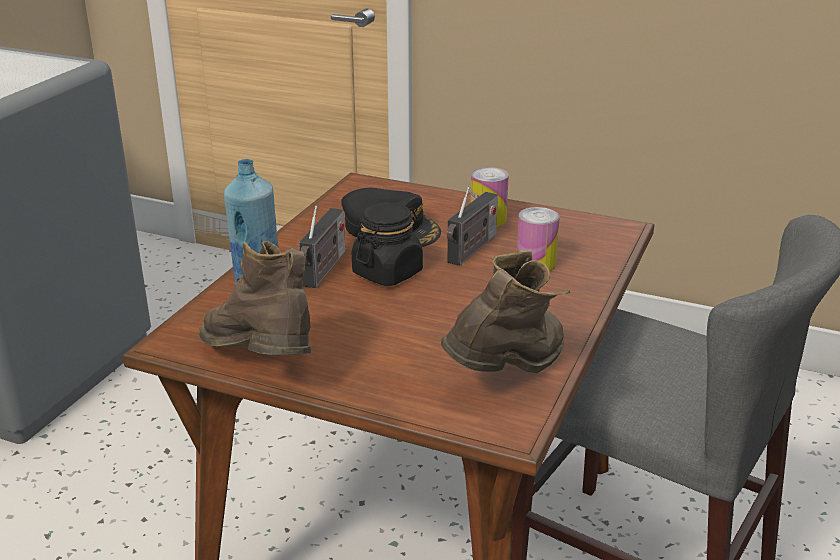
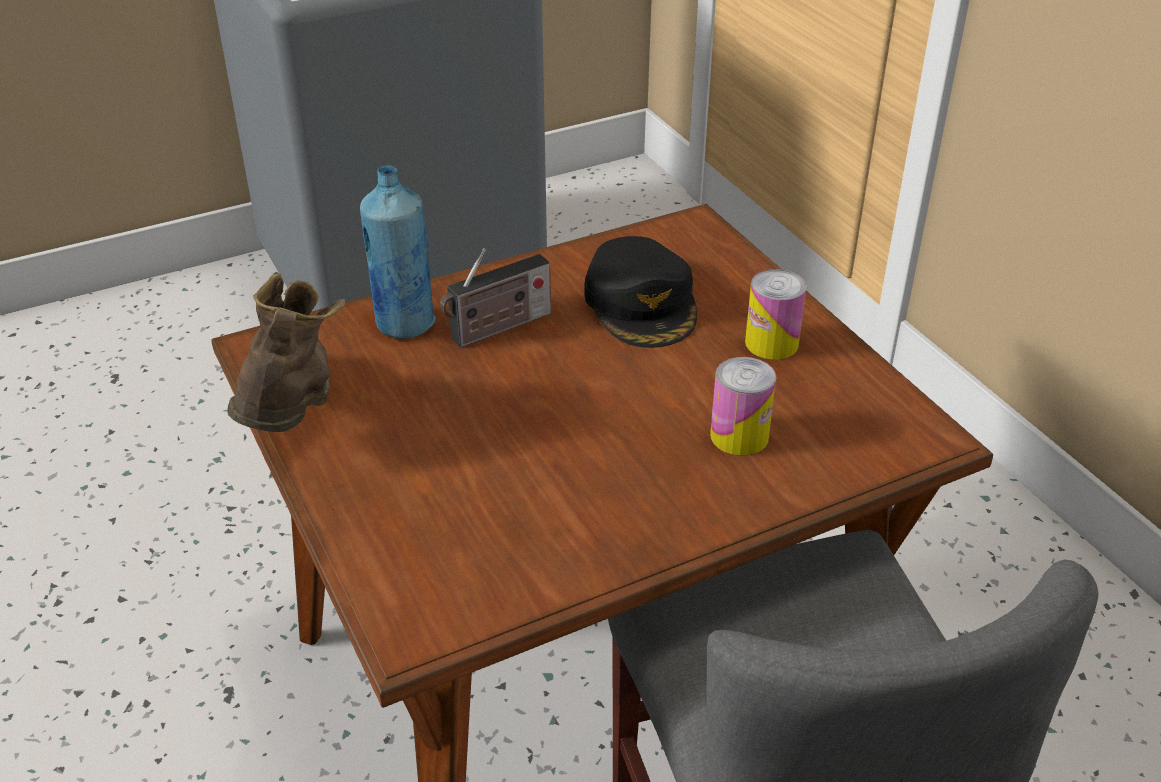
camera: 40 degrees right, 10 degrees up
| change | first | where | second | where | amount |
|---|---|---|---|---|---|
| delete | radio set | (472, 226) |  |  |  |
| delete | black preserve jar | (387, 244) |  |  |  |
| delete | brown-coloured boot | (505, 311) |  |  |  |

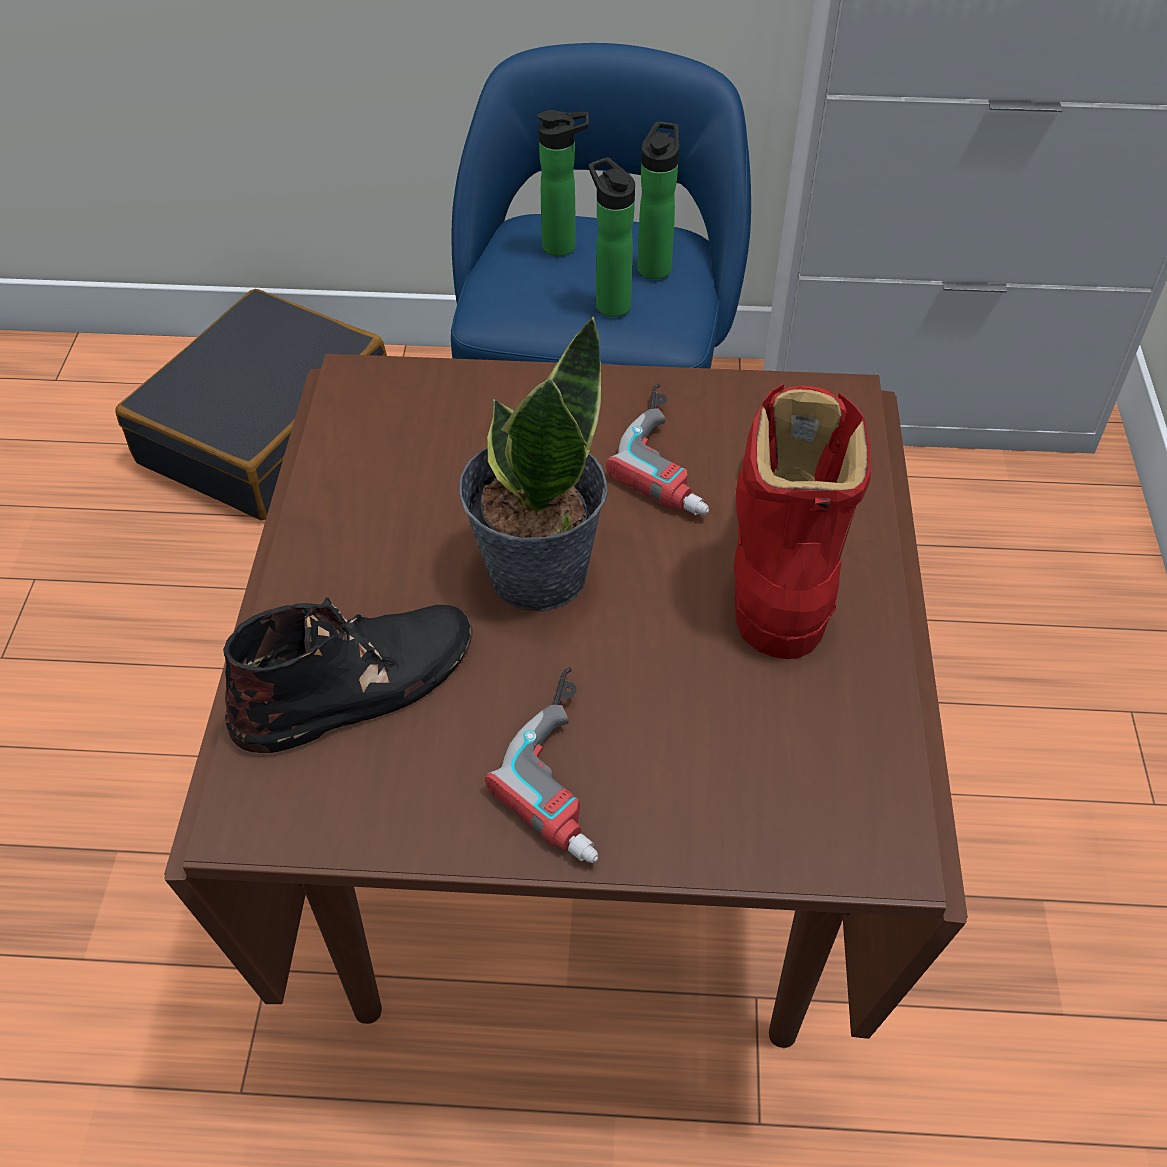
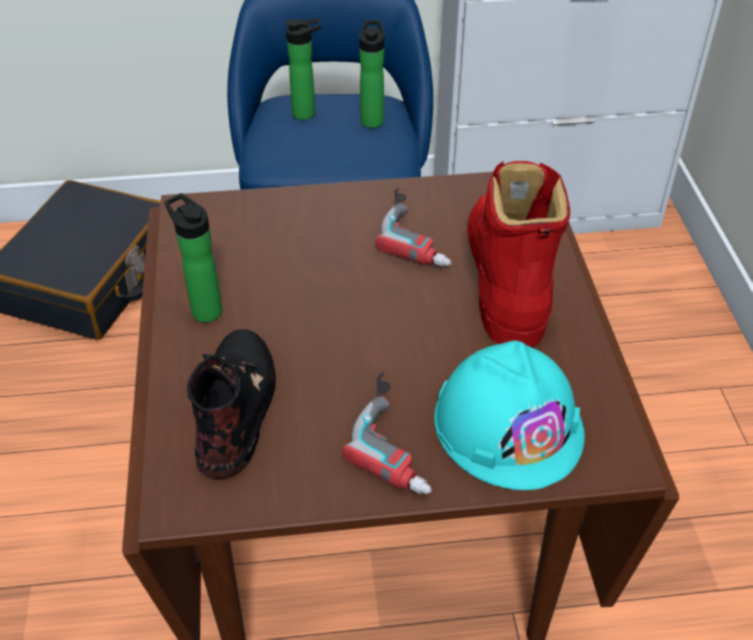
camera: 10 degrees left, 5 degrees down
| change | first | where | second | where | amount |
|---|---|---|---|---|---|
| move | drink bottle | (612, 237) |  | (193, 258) |  |
| delete | potted plant | (533, 463) |  |  |  |
| rotate | black boot | (348, 675) |  | (231, 404) | 45 degrees counterclockwise |
| insert |  |  | turquoise safety helmet | (509, 415) |  |

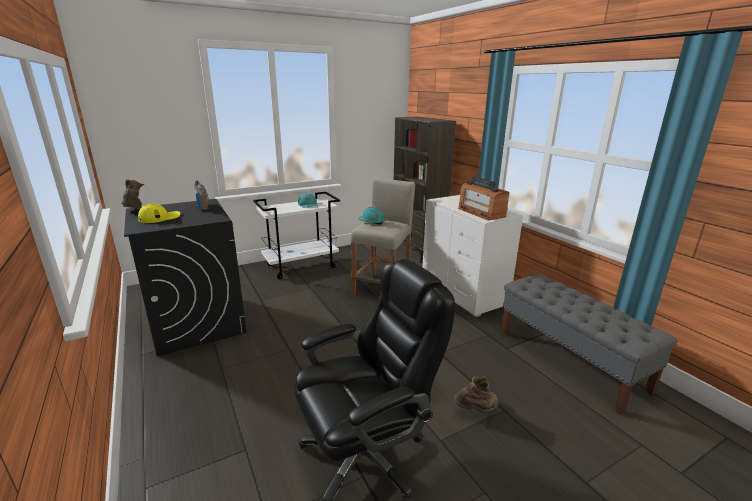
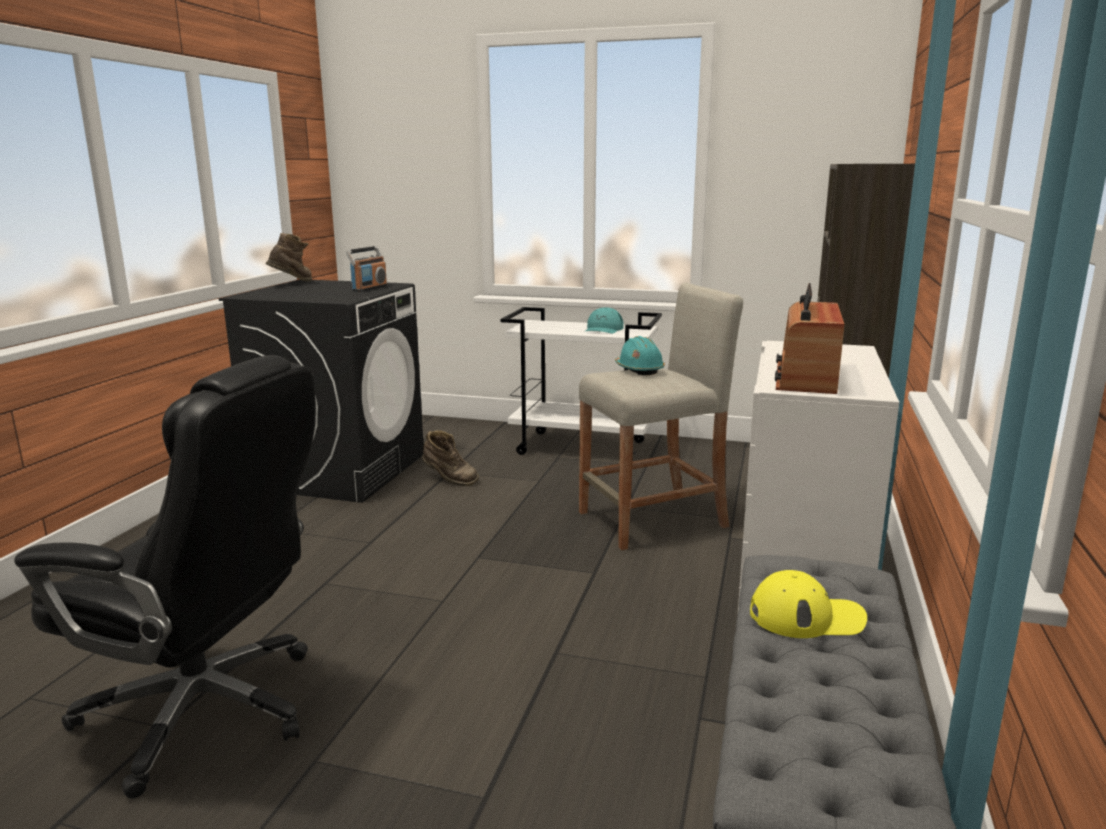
camera: 45 degrees right, 5 degrees down
| change | first | where | second | where | amount |
|---|---|---|---|---|---|
| move | yellow-coloured baseball cap | (159, 213) |  | (808, 604) |  |
| move | brown-coloured boot | (476, 394) |  | (450, 458) |  |

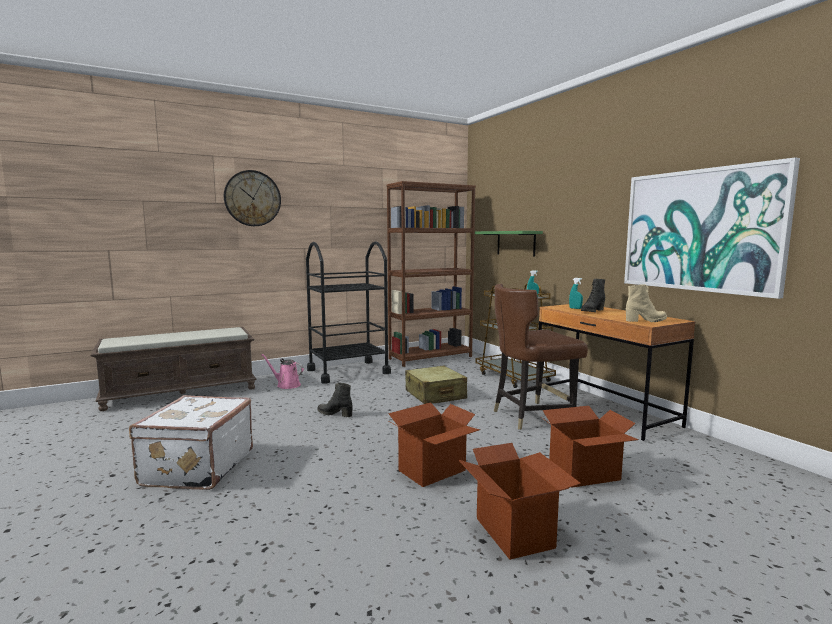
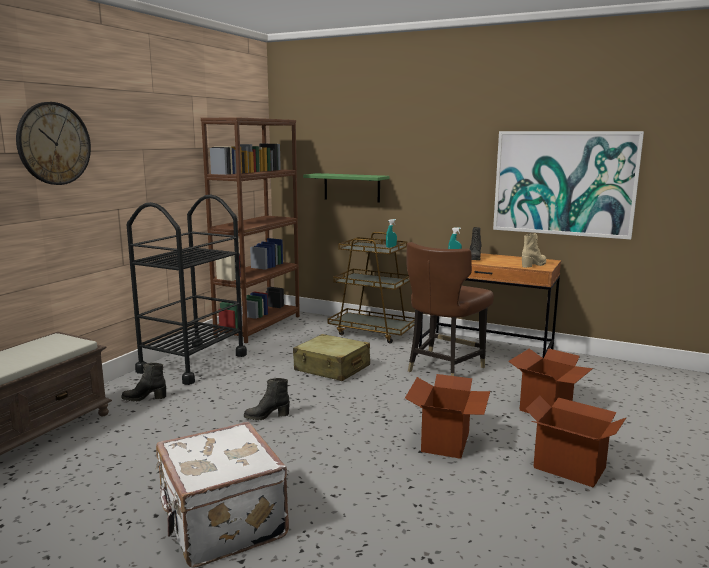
camera: 35 degrees left, 5 degrees up
| change | first | where | second | where | amount |
|---|---|---|---|---|---|
| replace | pinkish sprinkling can | (282, 371) | black boot | (143, 382) |  |

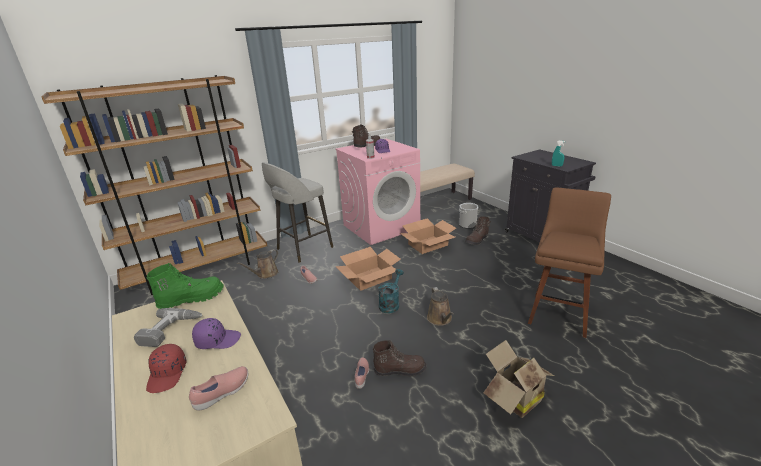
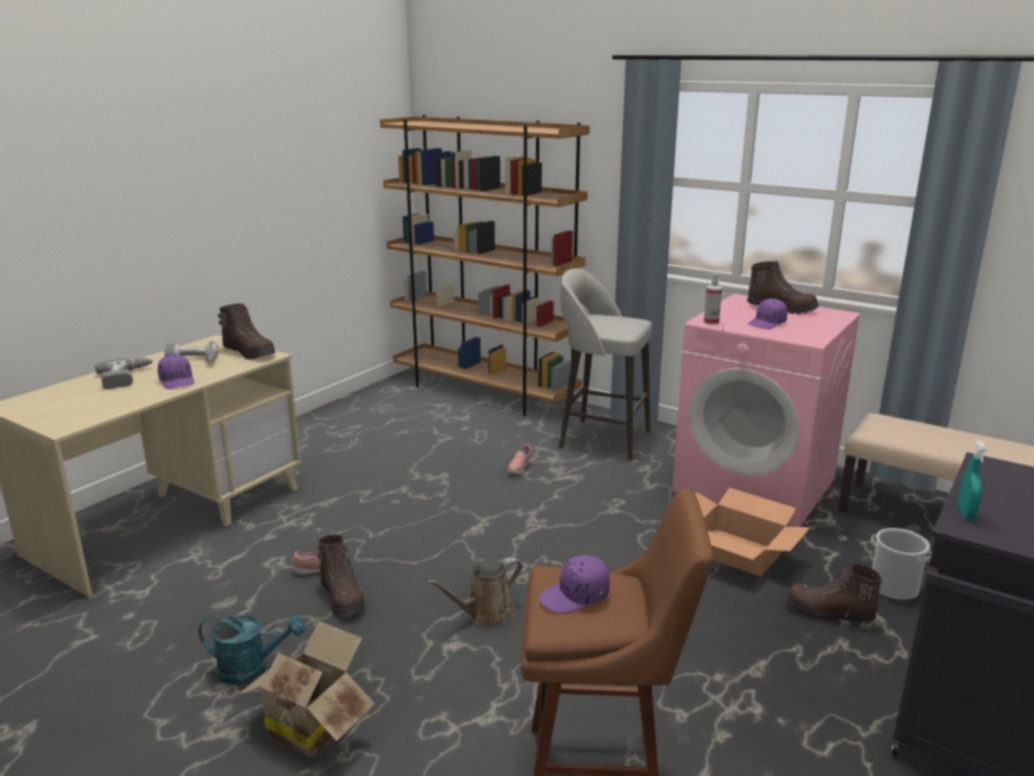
camera: 65 degrees right, 5 degrees down
| change | first | where | second | where | amount |
|---|---|---|---|---|---|
| delete | packing box | (368, 269) |  |  |  |
| delete | brown-coloured sprinkling can | (258, 264) |  |  |  |
| recolor | green-coloured boot | (185, 286) | brown-coloured boot | (247, 331) |  |
| move | turquoise sprinkling can | (391, 291) |  | (252, 650) |  |
| replace | red-coloured baseball cap | (166, 368) | drill | (124, 373) |  |
| delete | pinkish low shoe | (218, 388) |  |  |  |
| insert |  |  | purplish baseball cap | (574, 584) |  |

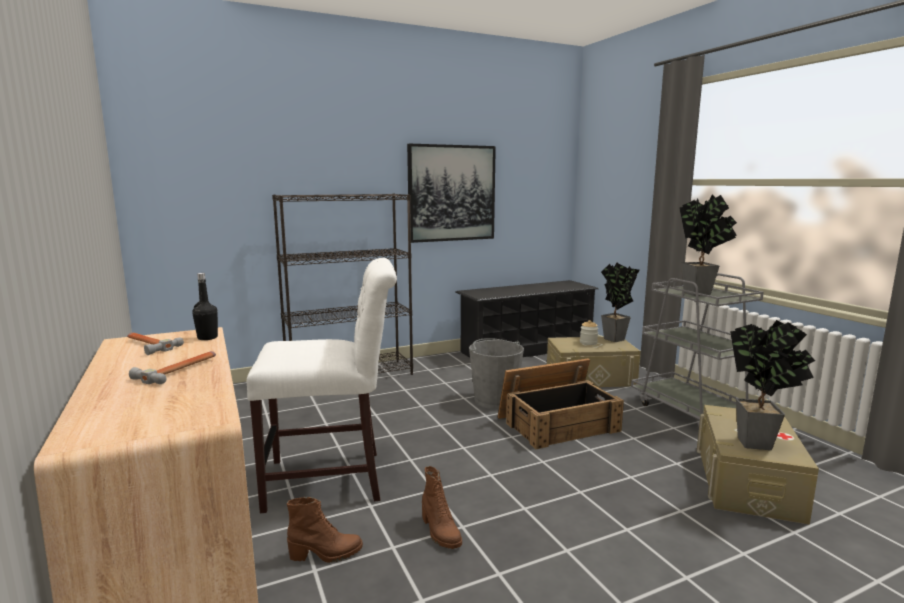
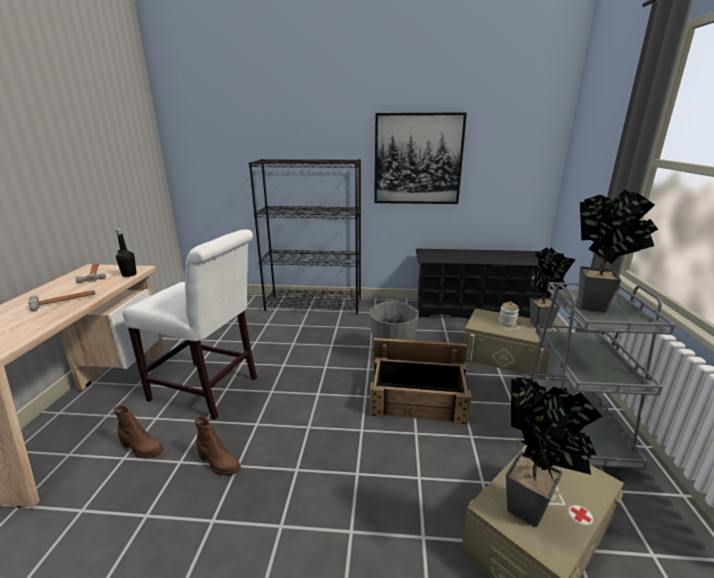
camera: 30 degrees right, 10 degrees up
| change | first | where | second | where | amount |
|---|---|---|---|---|---|
| rotate | brown-coloured boot | (442, 507) |  | (217, 446) | 60 degrees counterclockwise |

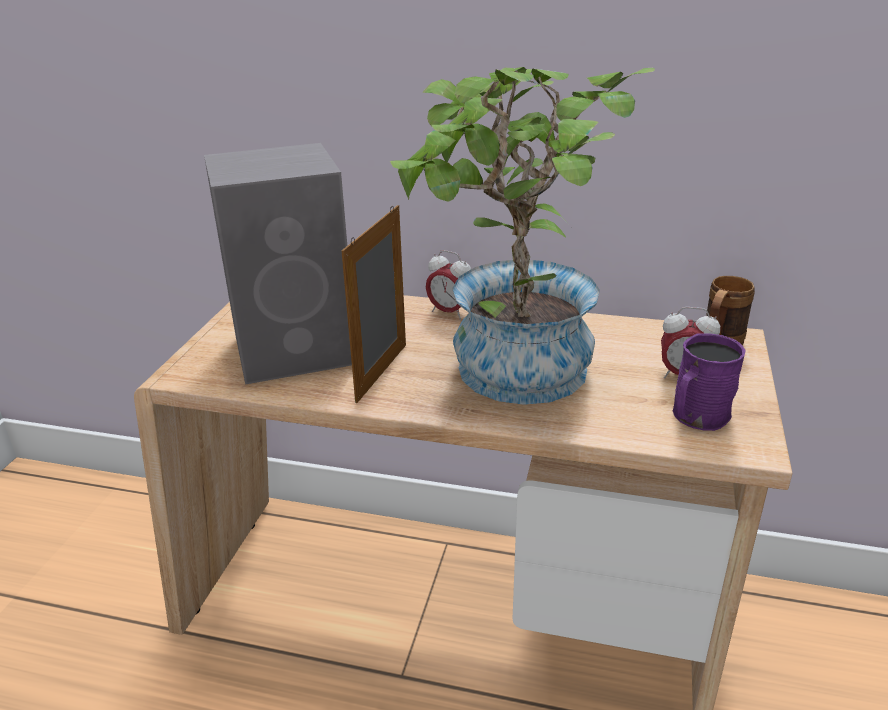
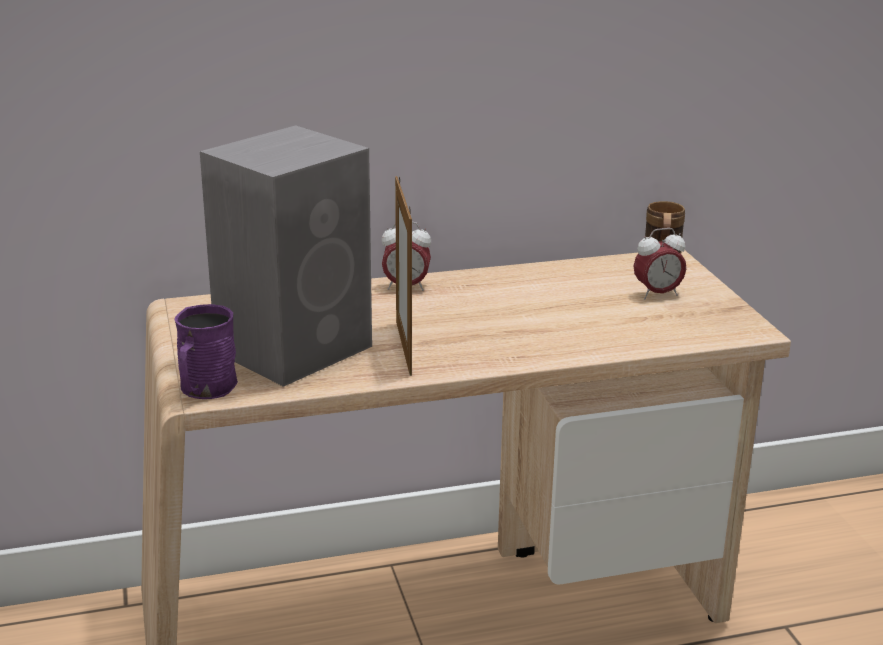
camera: 30 degrees left, 5 degrees down
| change | first | where | second | where | amount |
|---|---|---|---|---|---|
| delete | potted plant | (522, 236) |  |  |  |
| move | purplish coffee mug | (709, 382) |  | (206, 351) |  |

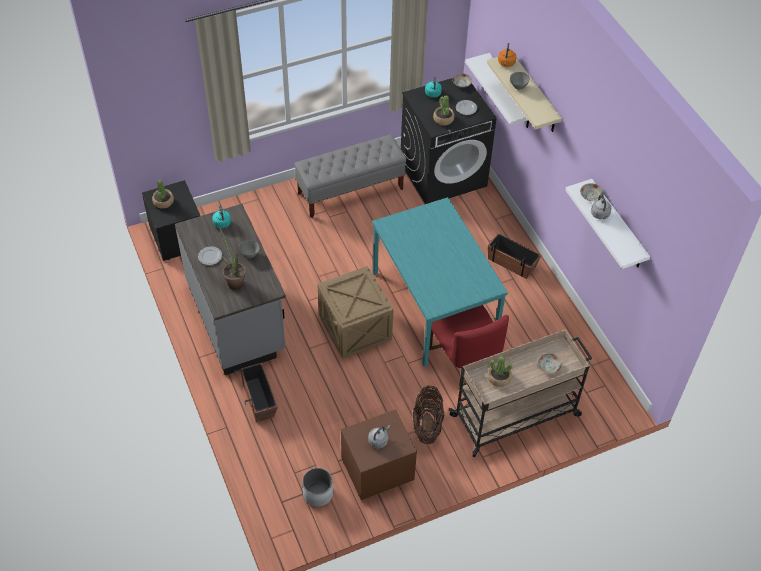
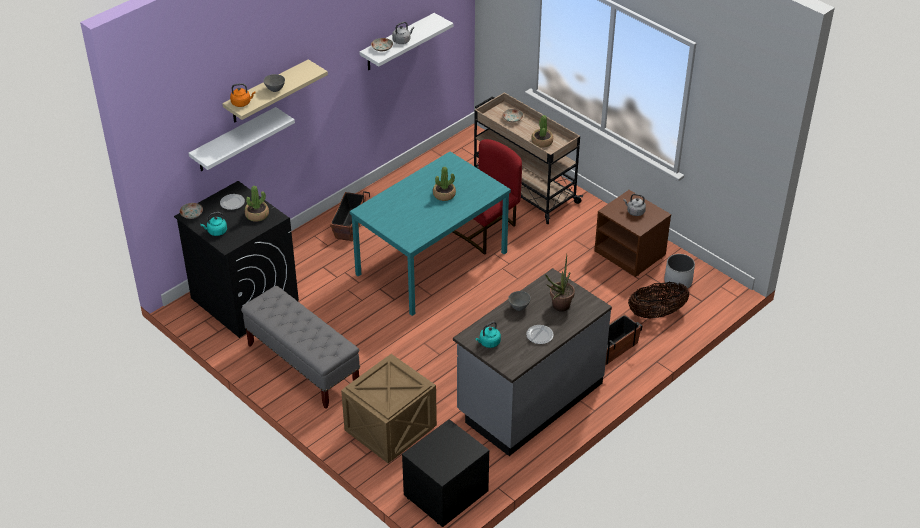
camera: 110 degrees left, 10 degrees down
| change | first | where | second | where | amount |
|---|---|---|---|---|---|
| move | potted plant | (163, 194) |  | (444, 184) |  |
| move | crate | (355, 312) |  | (389, 408) |  |
| move | basket | (428, 414) |  | (658, 300) |  |

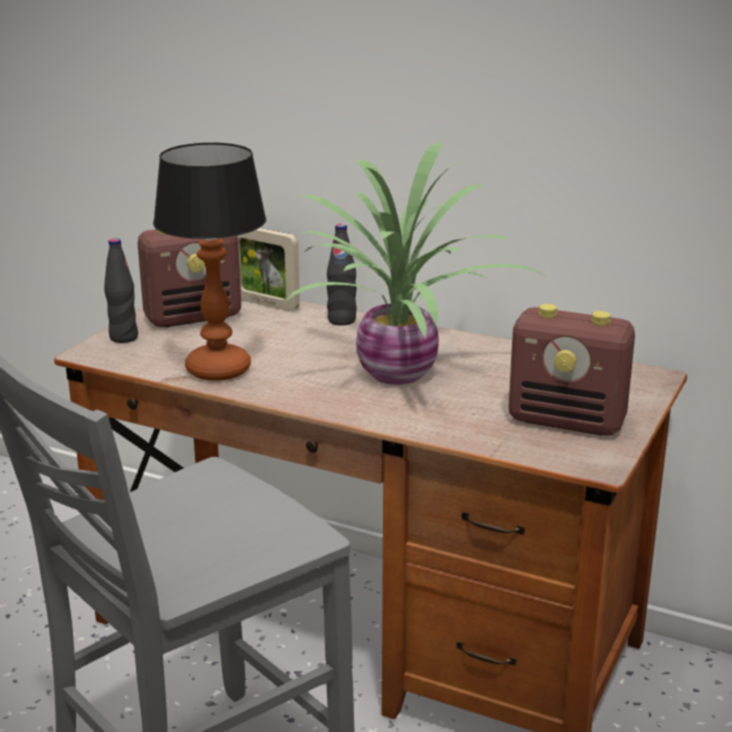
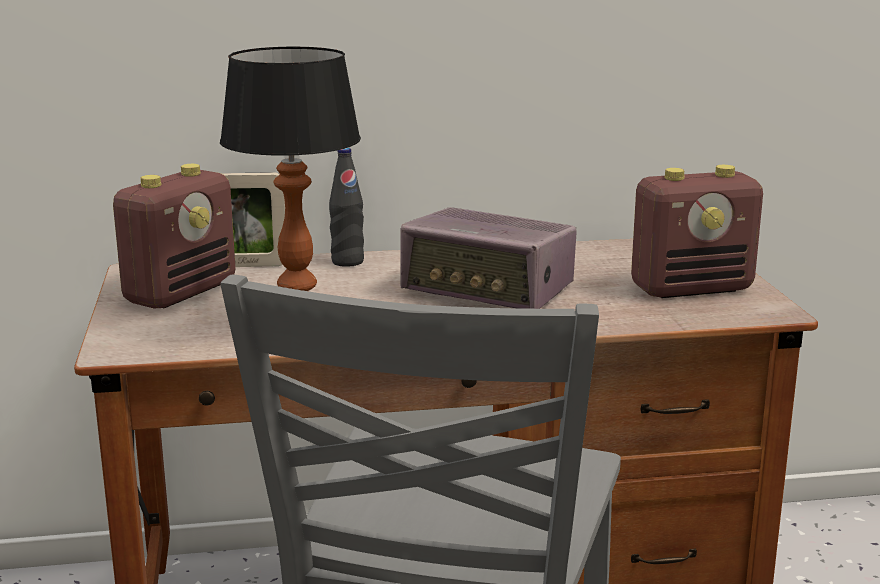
camera: 35 degrees left, 5 degrees down
| change | first | where | second | where | amount |
|---|---|---|---|---|---|
| replace | potted plant | (416, 263) | radio set | (488, 258) |  |
| delete | black drink bottle | (121, 290) |  |  |  |

